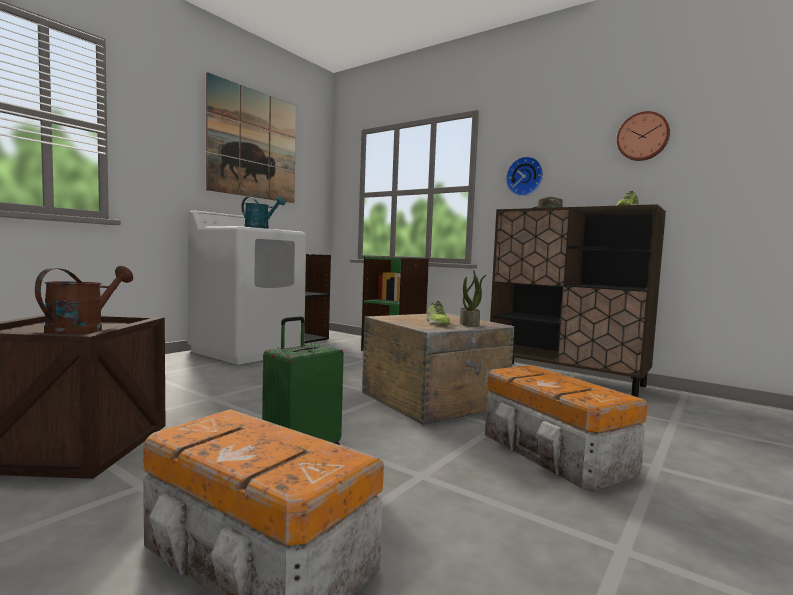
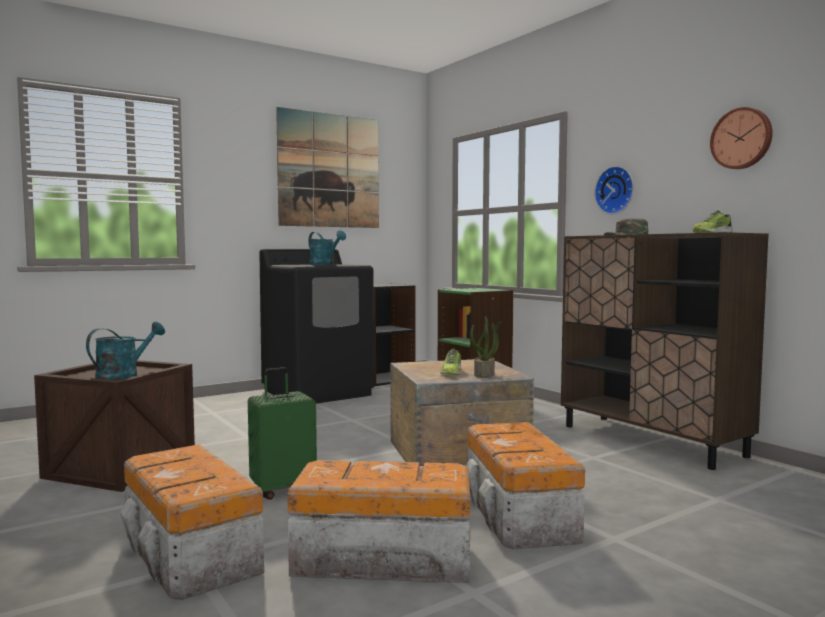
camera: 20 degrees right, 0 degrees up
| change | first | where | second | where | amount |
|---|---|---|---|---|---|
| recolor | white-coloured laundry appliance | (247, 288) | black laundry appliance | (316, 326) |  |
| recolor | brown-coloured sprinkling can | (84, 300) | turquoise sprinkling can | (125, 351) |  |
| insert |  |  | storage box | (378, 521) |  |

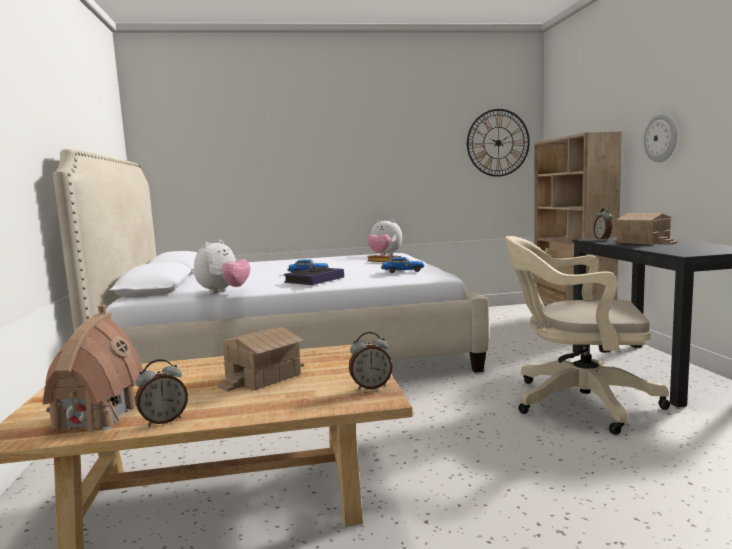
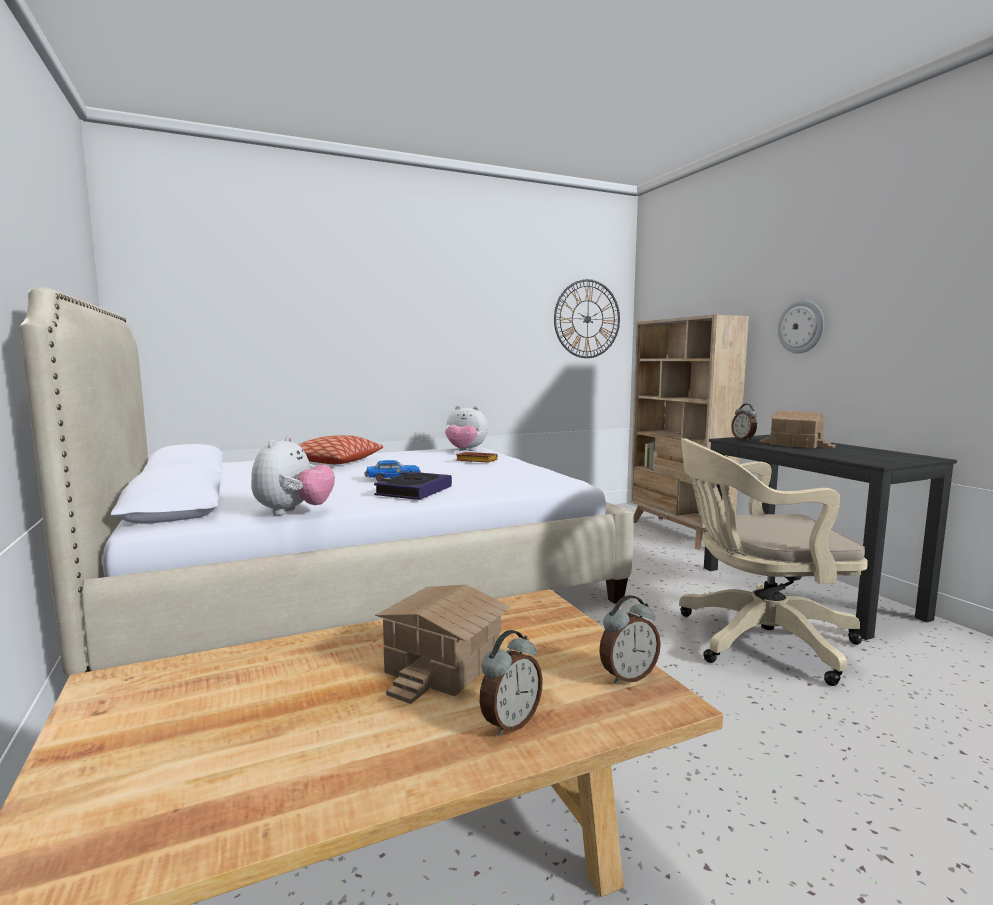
camera: 15 degrees left, 0 degrees up
| change | first | where | second | where | amount |
|---|---|---|---|---|---|
| delete | model car | (402, 265) |  |  |  |
| delete | miniature house | (93, 367) |  |  |  |
| move | bedside clock | (161, 392) |  | (511, 683) |  |
| insert |  |  | pillow | (340, 449) |  |

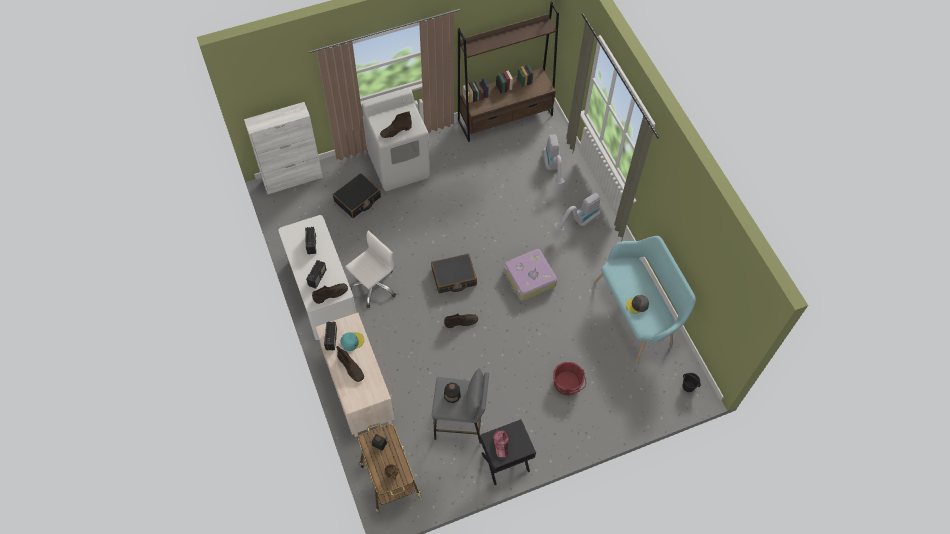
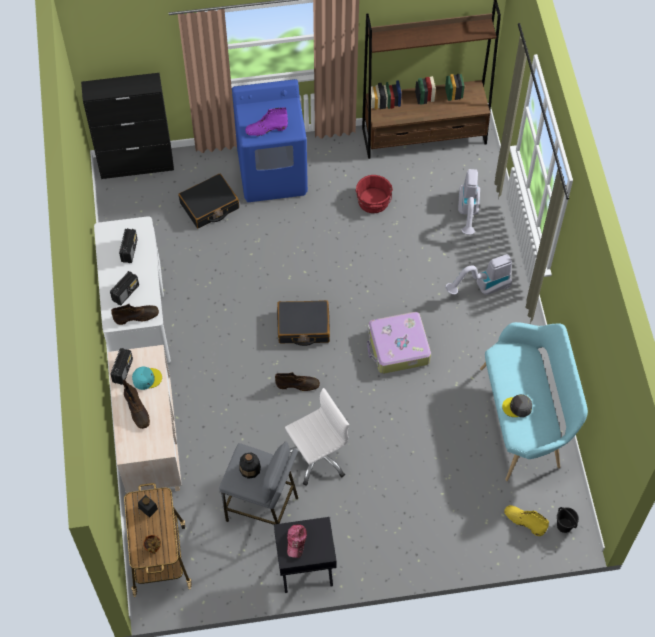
camera: 15 degrees right, 0 degrees up
| change | first | where | second | where | amount |
|---|---|---|---|---|---|
| recolor | white-coloured laundry appliance | (396, 140) | blue laundry appliance | (270, 140) |  |
| recolor | white-coloured cupboard | (283, 148) | black cupboard | (127, 126) |  |
| recolor | brown-coloured boot | (396, 125) | purplish boot | (266, 122) |  |
| move | white-coloured computer chair | (370, 269) |  | (317, 437) |  |
| move | red-coloured bucket | (569, 378) |  | (374, 194) |  |
| insert |  |  | yellow-coloured boot | (526, 520) |  |

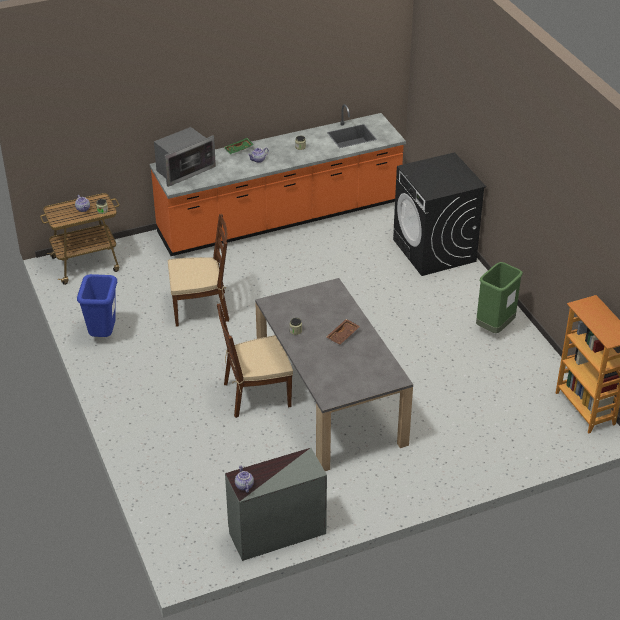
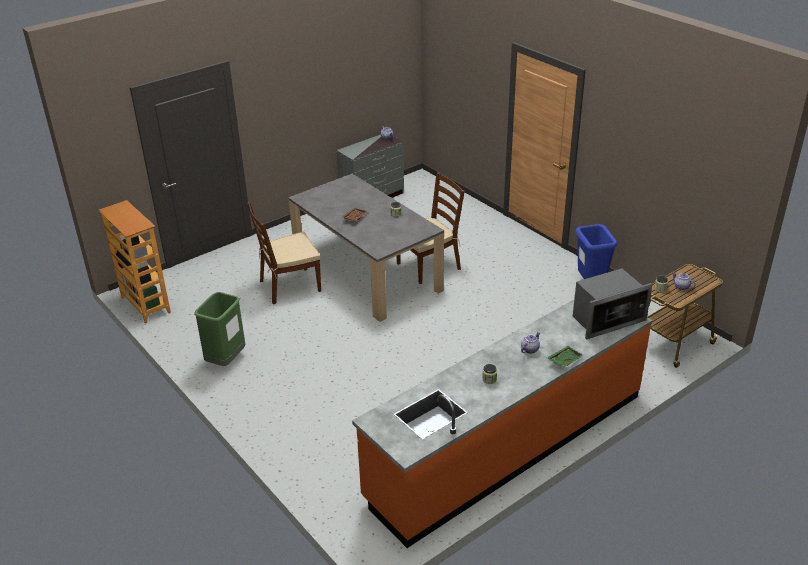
camera: 165 degrees right, 5 degrees down
| change | first | where | second | where | amount |
|---|---|---|---|---|---|
| rotate | microwave oven | (185, 157) |  | (612, 303) | 150 degrees counterclockwise |
| delete | black laundry appliance | (439, 214) |  |  |  |
| move | brown-coloured plain chair | (198, 270) |  | (284, 253) |  |

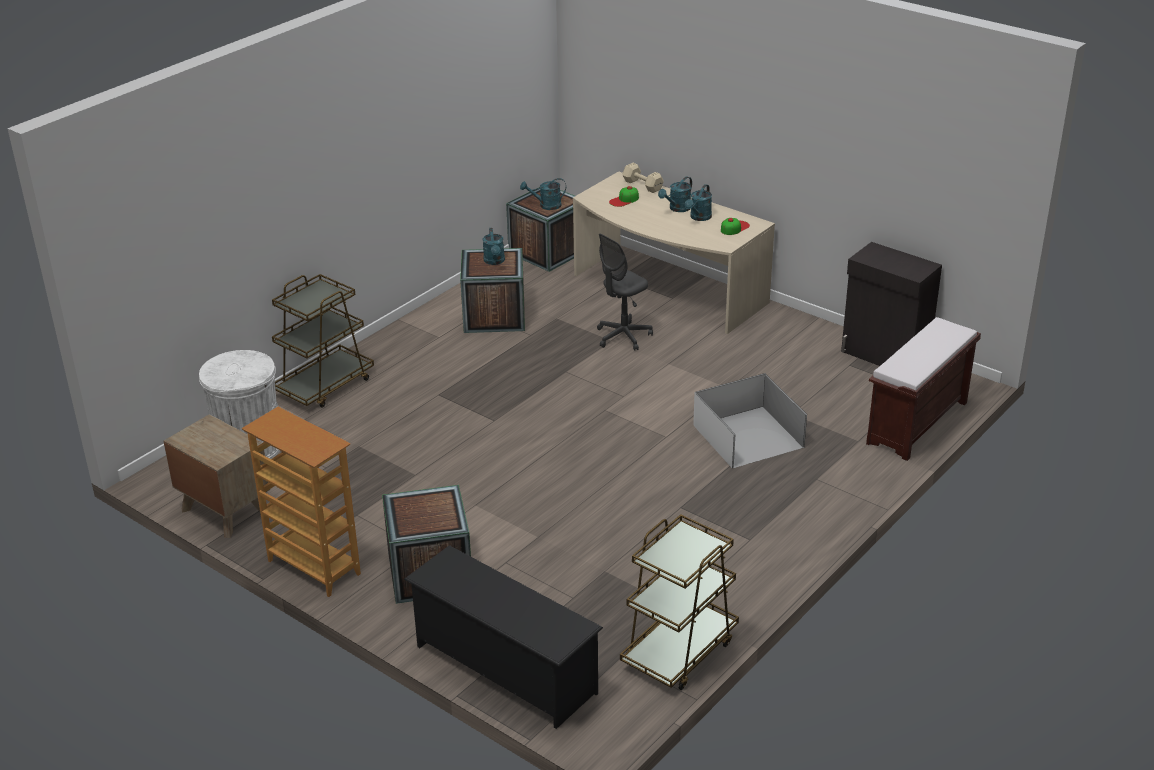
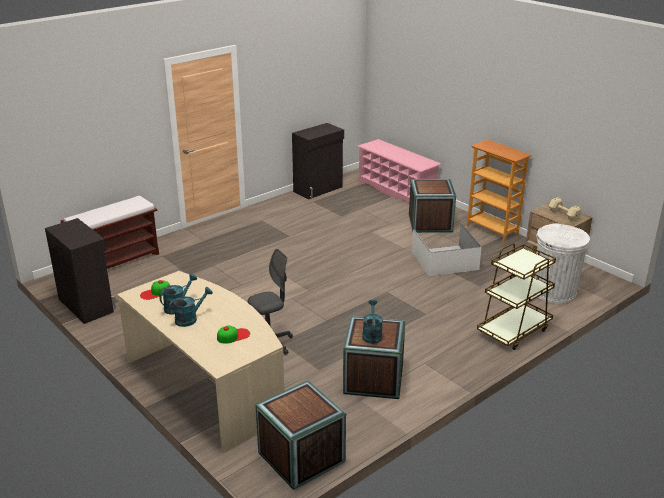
camera: 170 degrees left, 5 degrees down
| change | first | where | second | where | amount |
|---|---|---|---|---|---|
| move | sand-coloured free weight | (643, 178) |  | (565, 209) |  |
| delete | turquoise sprinkling can | (543, 194) |  |  |  |
| move | white-coloured storage box | (750, 420) |  | (447, 250) |  |
| replace | brown-coloured trolley | (679, 602) | black cupboard | (318, 161) |  |
| recolor | black shoe stand | (503, 637) | pinkish shoe stand | (400, 171) |  |

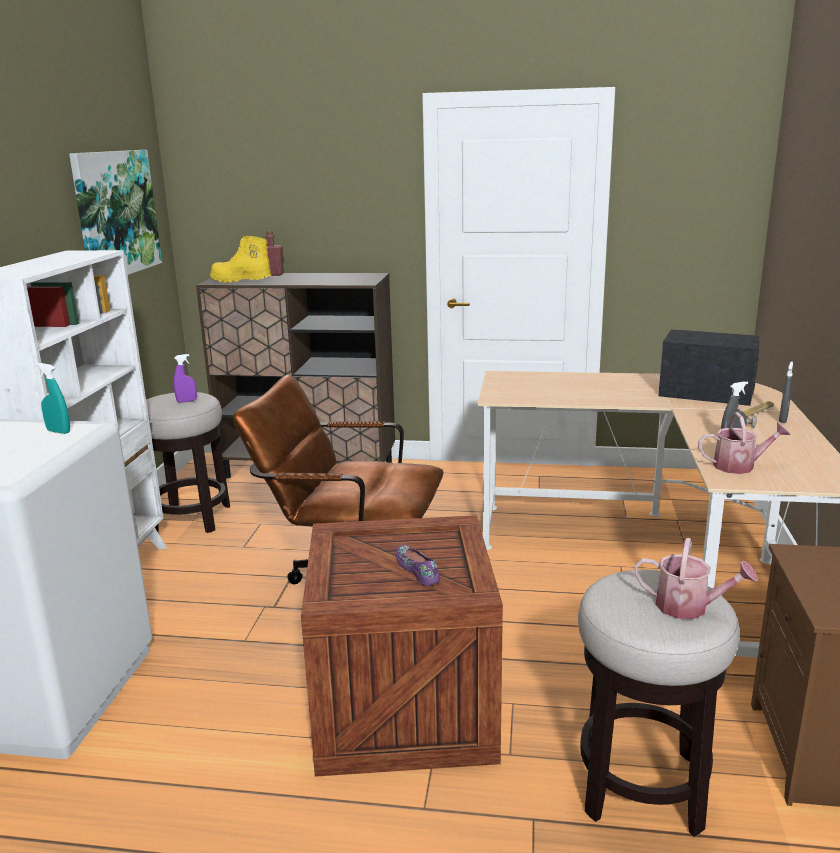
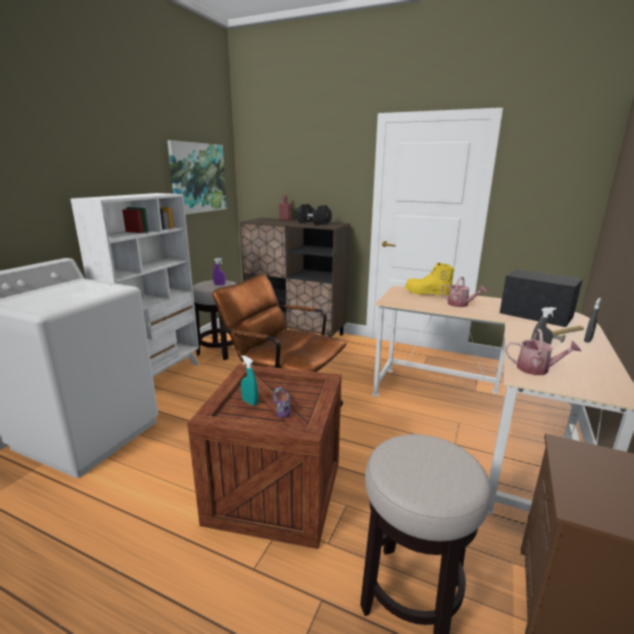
camera: 15 degrees right, 0 degrees up
| change | first | where | second | where | amount |
|---|---|---|---|---|---|
| move | yellow-coloured boot | (240, 259) |  | (429, 279) |  |
| move | turquoise spray bottle | (53, 398) |  | (249, 380) |  |
| move | sprinkling can | (696, 578) |  | (464, 291) |  |
| insert |  |  | black free weight | (314, 214) |  |

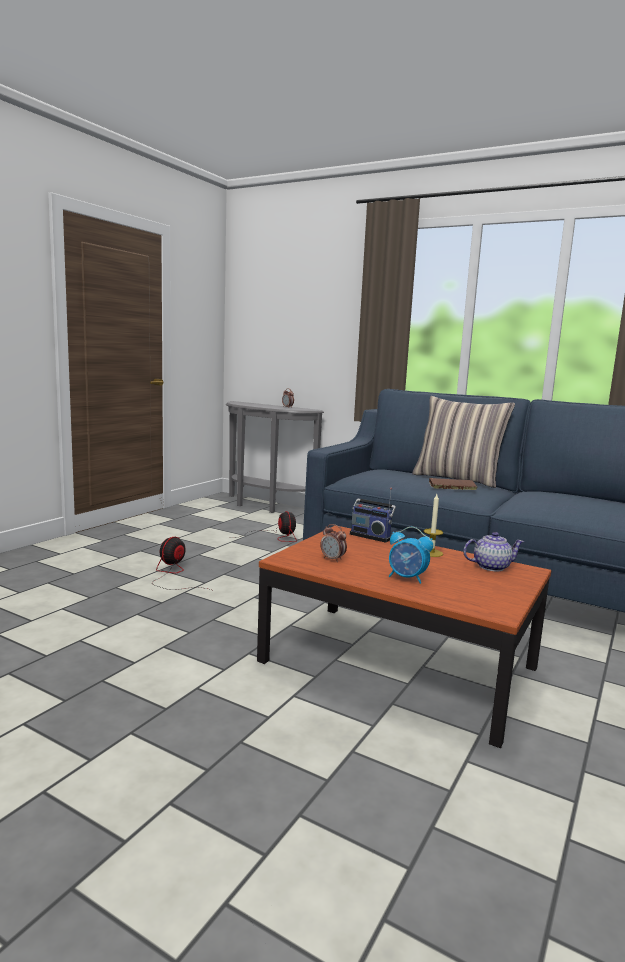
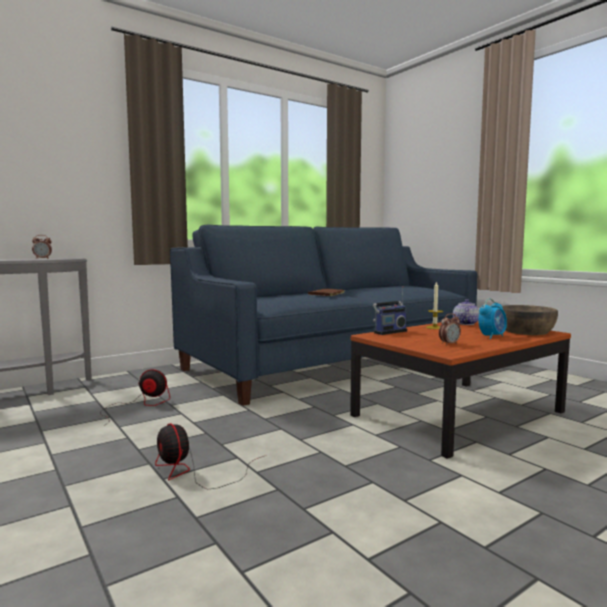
camera: 65 degrees left, 5 degrees down
| change | first | where | second | where | amount |
|---|---|---|---|---|---|
| delete | pillow | (463, 442) |  |  |  |
| insert |  |  | brown-coloured serving bowl | (530, 320) |  |

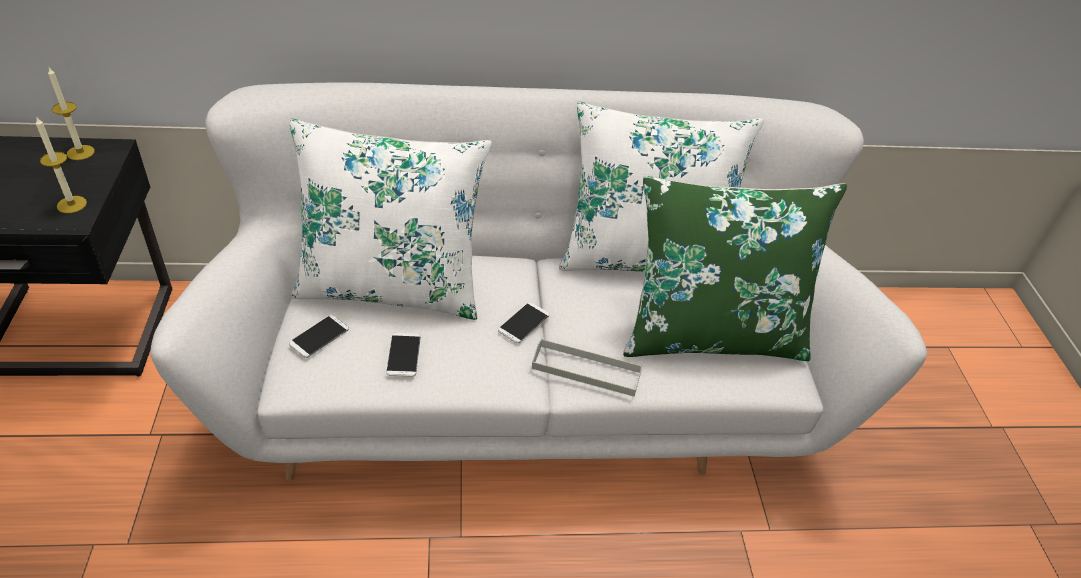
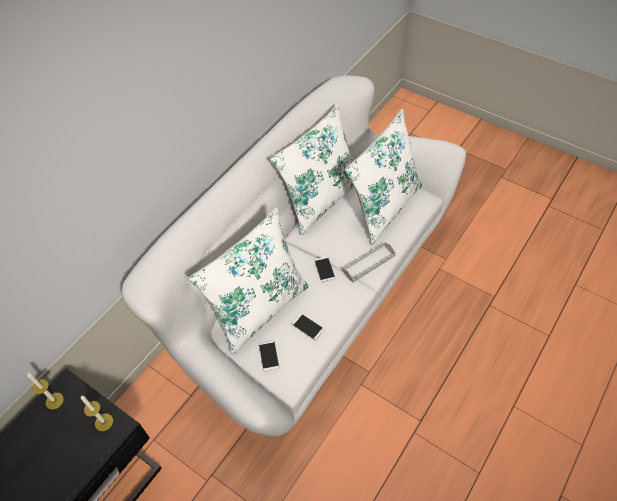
camera: 45 degrees left, 10 degrees up
| change | first | where | second | where | amount |
|---|---|---|---|---|---|
| recolor | green-coloured pillow | (735, 268) | white-coloured pillow | (383, 177) |  |

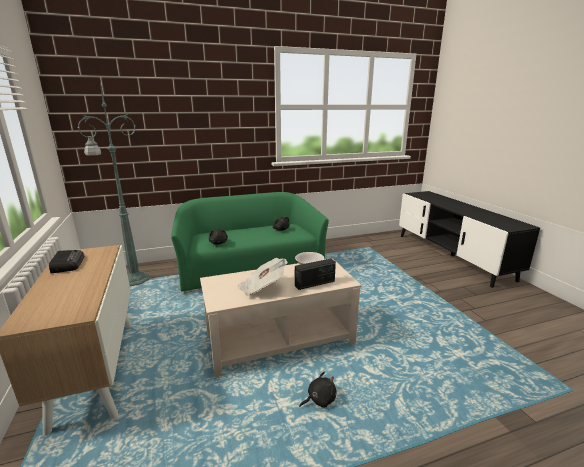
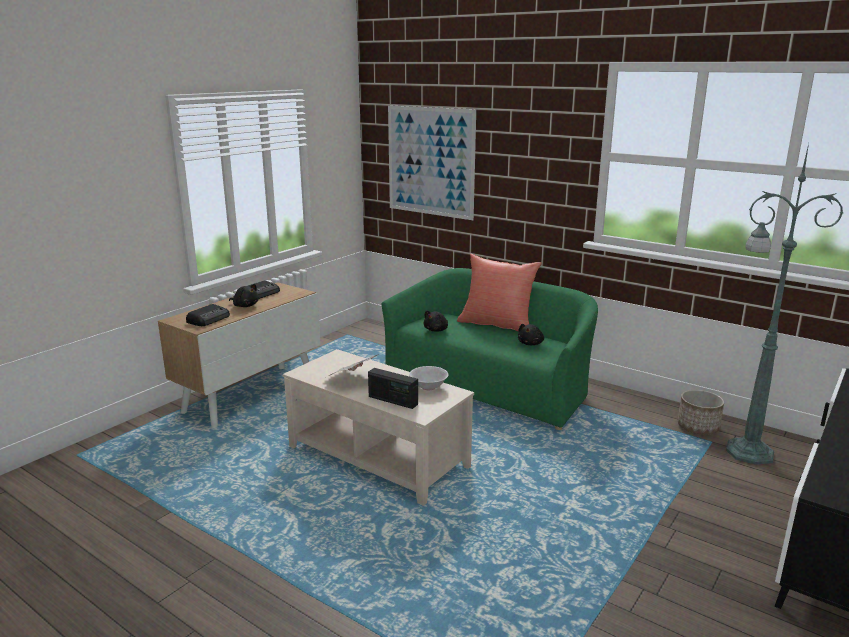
camera: 55 degrees right, 0 degrees up
| change | first | where | second | where | amount |
|---|---|---|---|---|---|
| move | green-coloured standing lamp | (114, 184) |  | (784, 304) |  |
| move | black plush toy | (318, 389) |  | (244, 295) |  |
| insert |  |  | picture | (432, 162) |  |
| insert |  |  | red-coloured pillow | (499, 292) |  |
| insert |  |  | radio set | (208, 315) |  |
| insert |  |  | plant pot | (701, 412) |  |

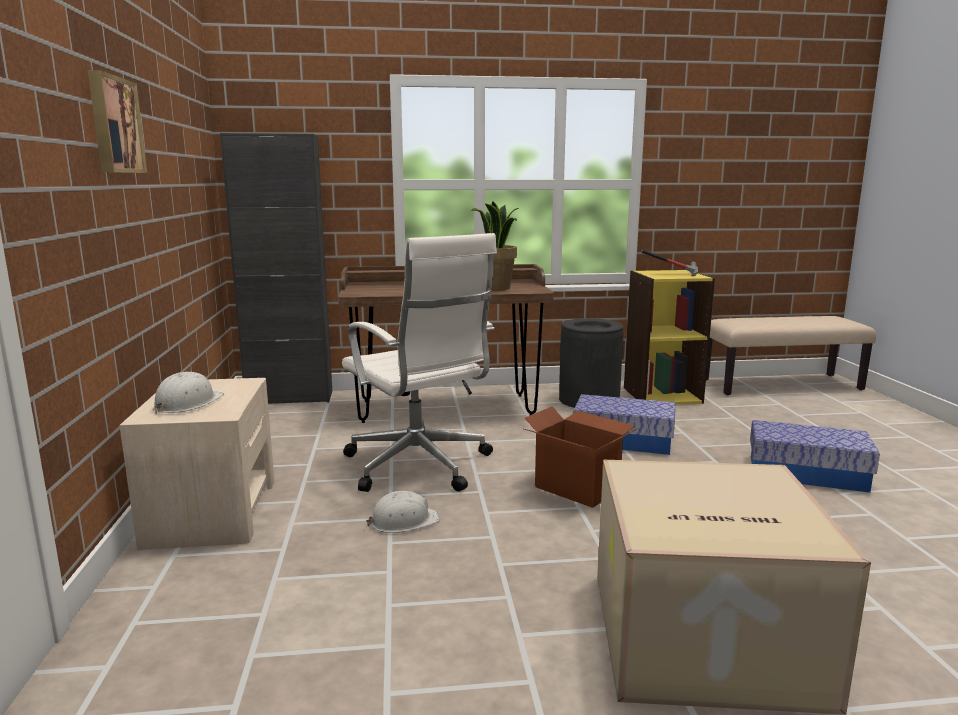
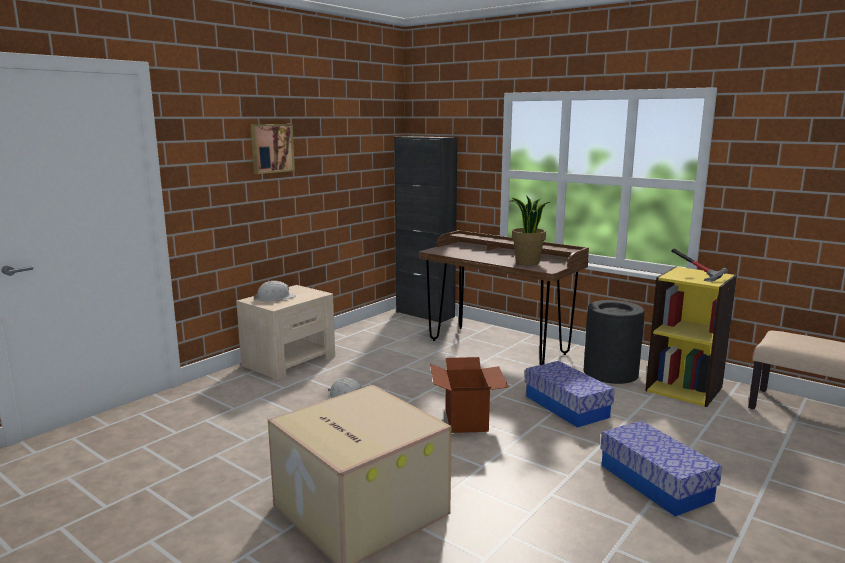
camera: 45 degrees right, 0 degrees up
| change | first | where | second | where | amount |
|---|---|---|---|---|---|
| delete | white-coloured computer chair | (419, 362) |  |  |  |

